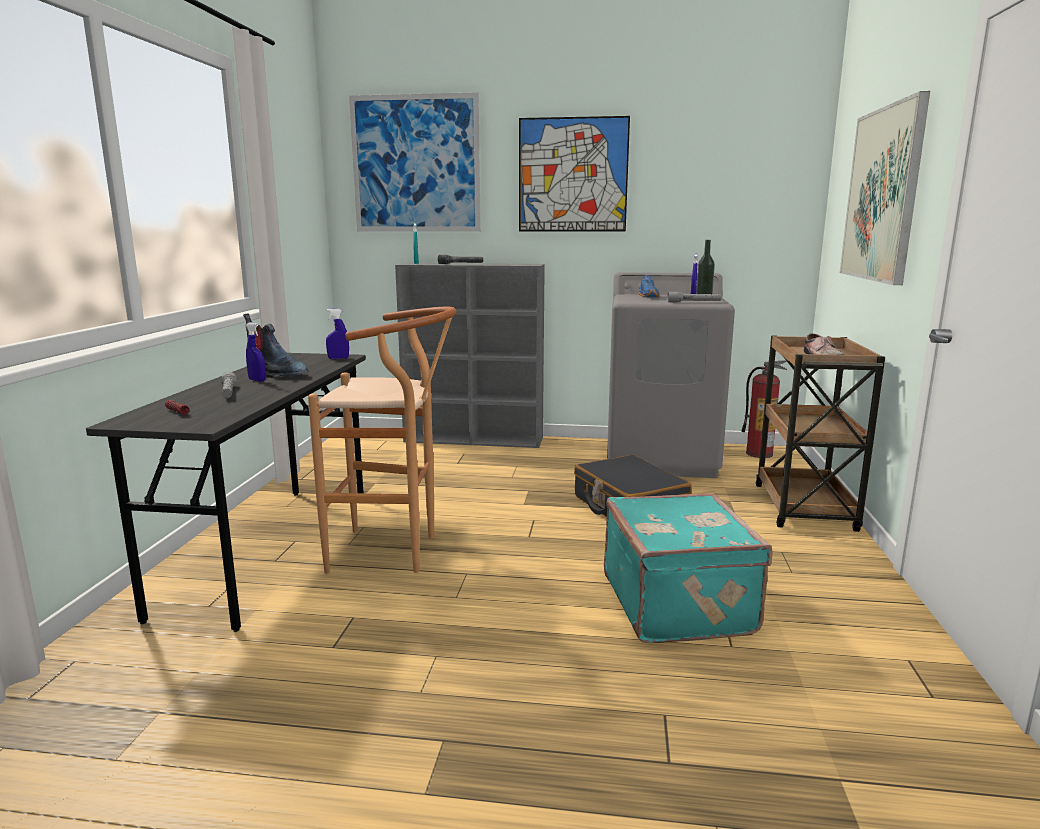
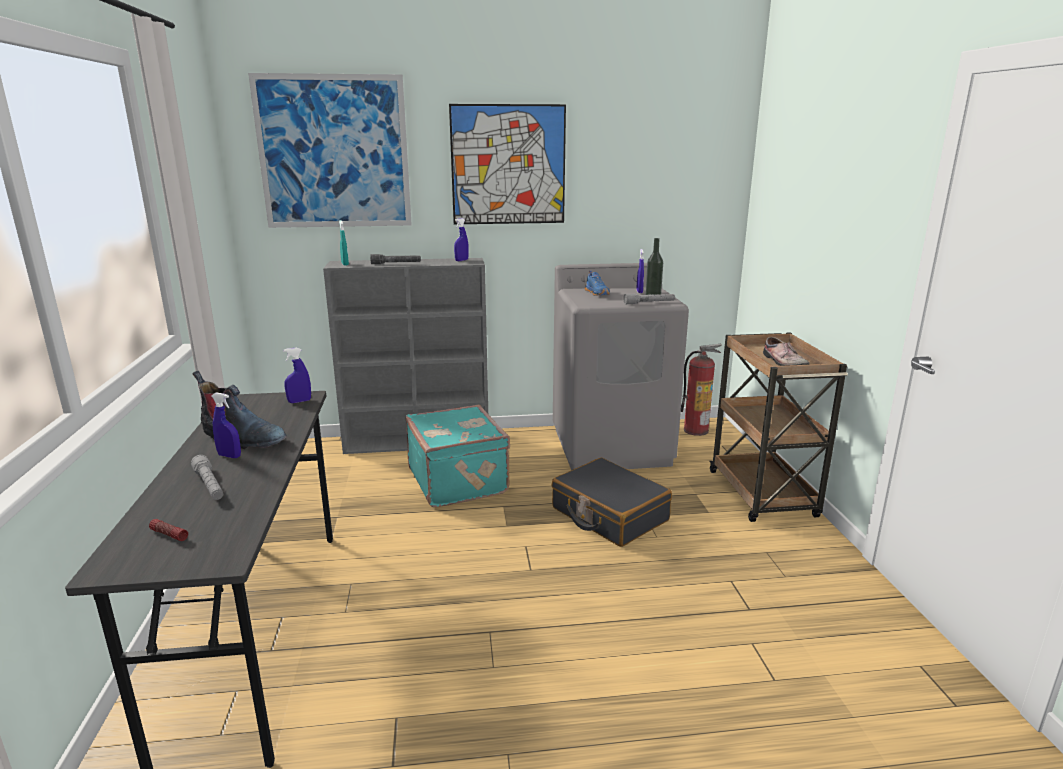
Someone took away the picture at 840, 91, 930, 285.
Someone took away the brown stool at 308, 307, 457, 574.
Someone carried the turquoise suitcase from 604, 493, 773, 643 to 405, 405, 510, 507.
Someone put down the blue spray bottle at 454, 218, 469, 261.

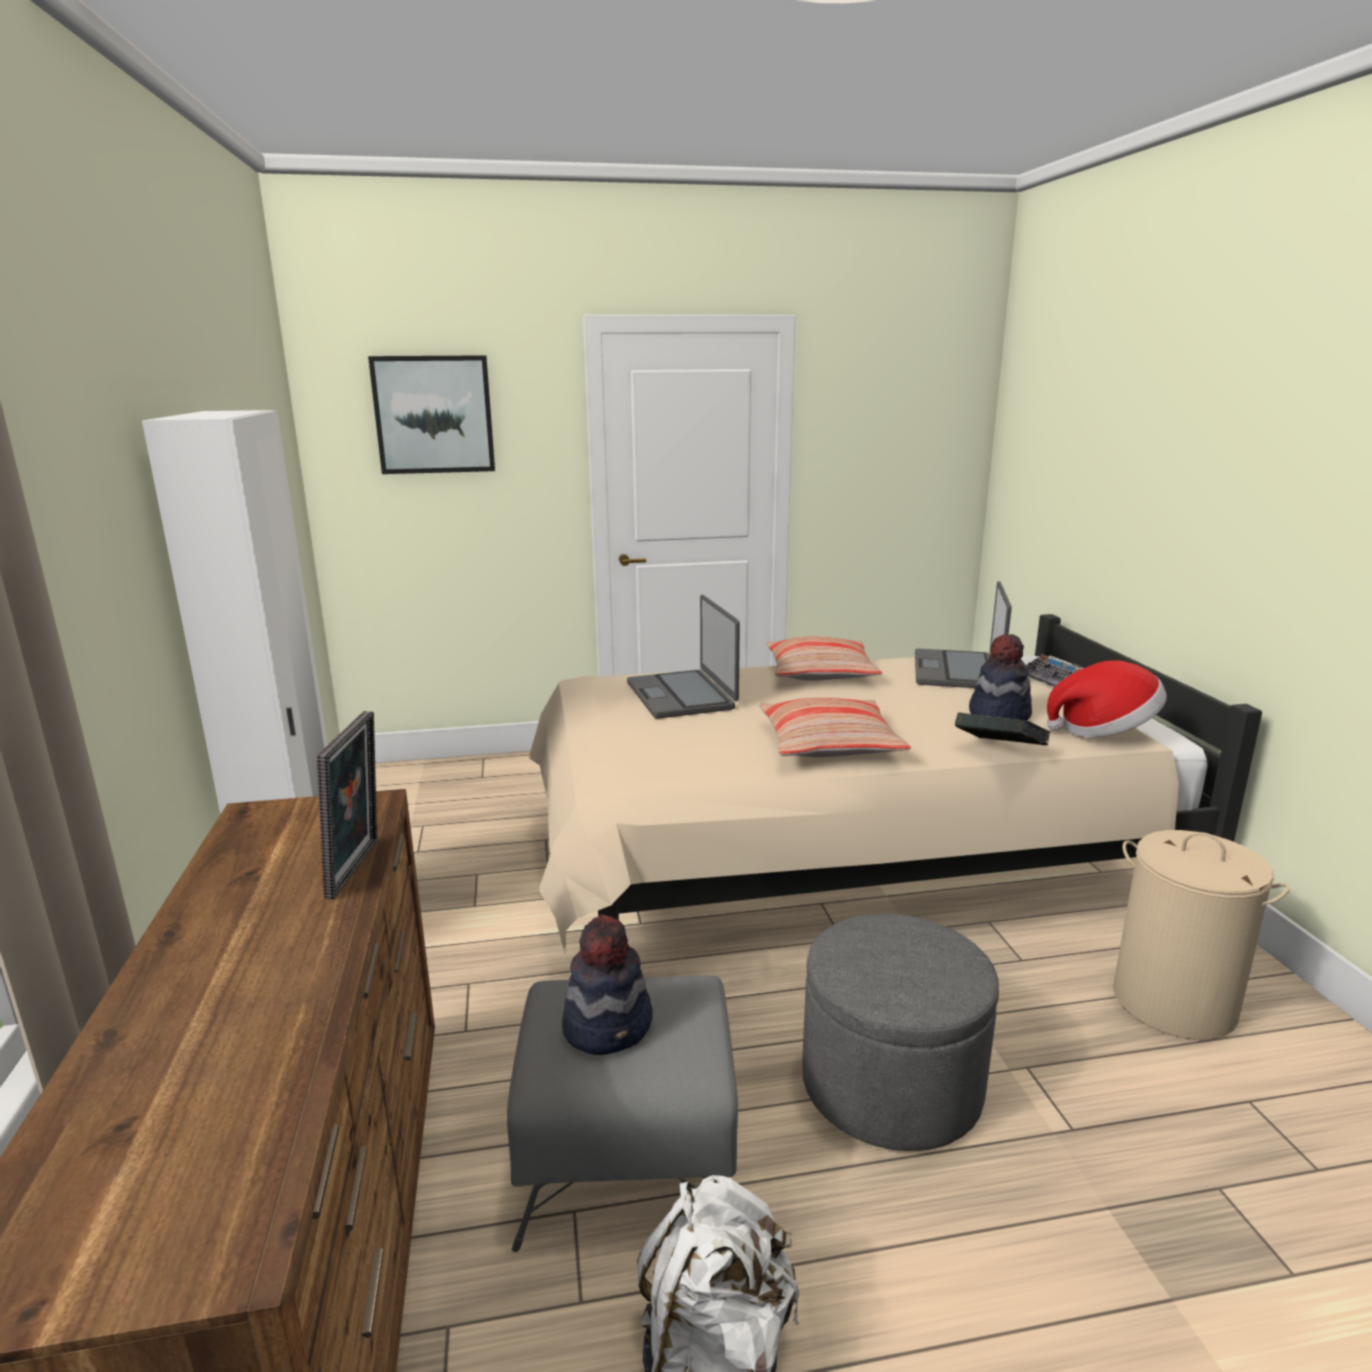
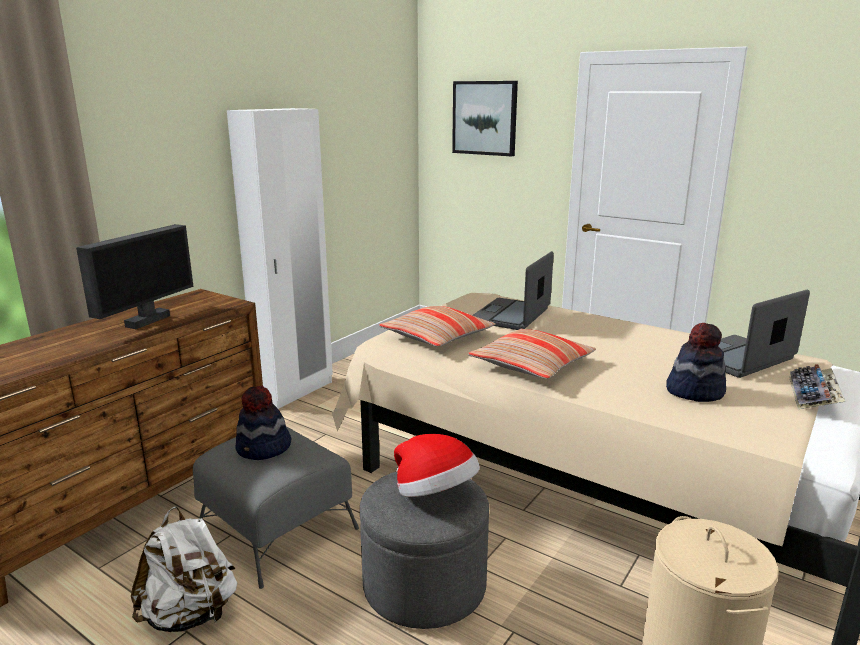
Someone carried the pillow from 766, 637, 882, 681 to 379, 306, 496, 347.
Someone carried the hat from 1047, 660, 1167, 737 to 394, 434, 480, 497.
Someone took away the picture frame at 317, 711, 377, 899.
Someone took away the book at 955, 712, 1050, 745.
Someone put down the monitor at 76, 224, 194, 329.

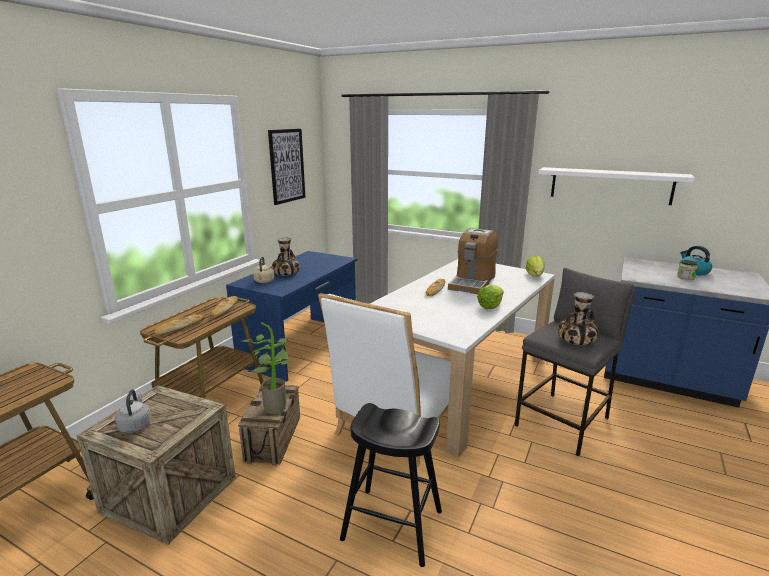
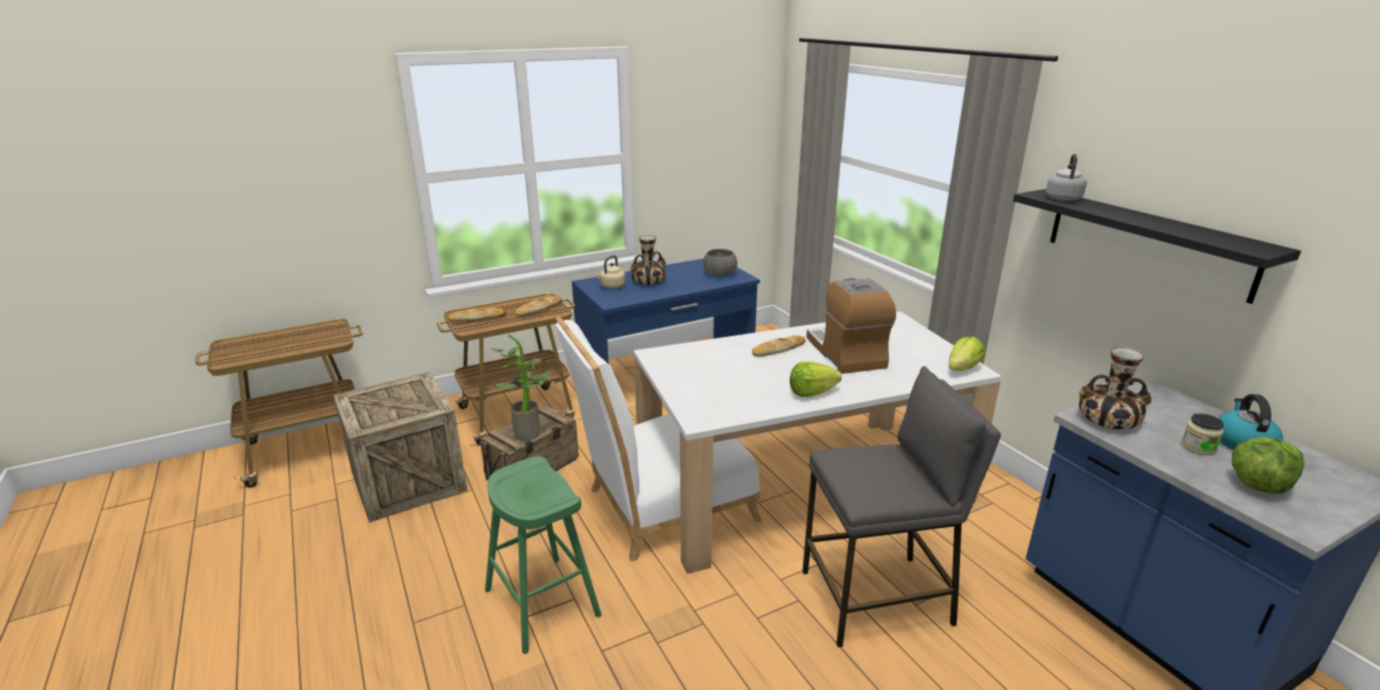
Someone took away the picture at 268, 129, 305, 205.
Someone repainted the white shelf at 538, 167, 695, 205, which became the black shelf at 1013, 189, 1301, 304.
Someone rotated the coffee machine at 448, 228, 498, 294 by 105 degrees clockwise.
Someone carried the vase from 558, 292, 598, 345 to 1079, 347, 1152, 430.
Someone carried the grey kettle from 115, 390, 152, 433 to 1046, 154, 1087, 201.
Someone repainted the black stool at 340, 403, 442, 567, which became the green stool at 485, 456, 602, 654.
Someone put down the grey bowl at 703, 249, 737, 276.
Someone put down the lettuce at 1232, 437, 1305, 494.

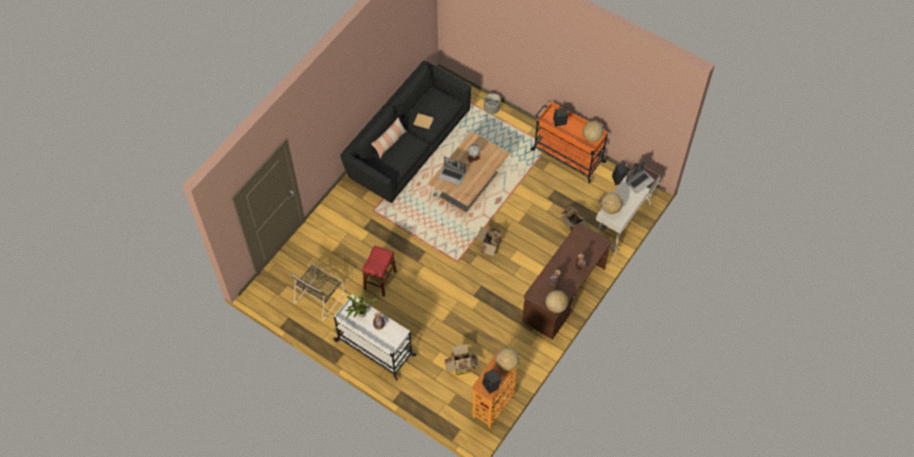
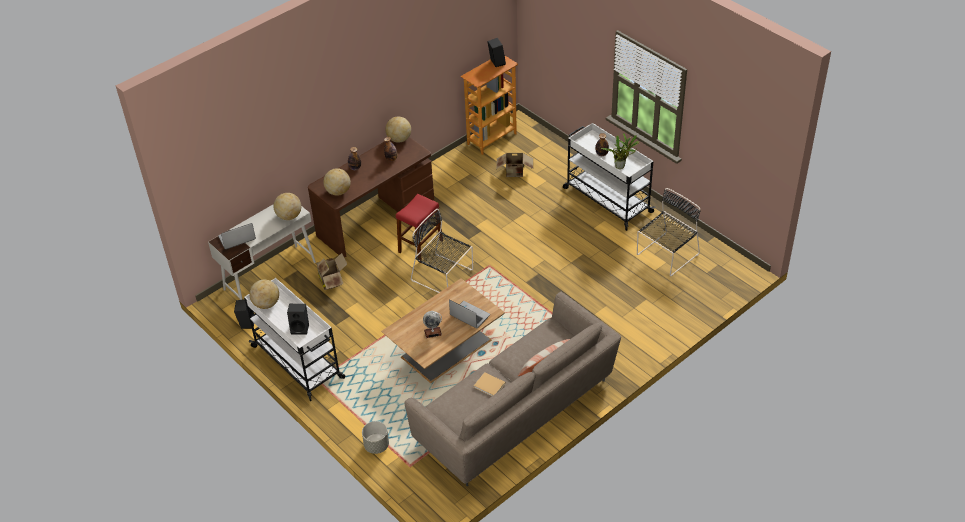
Someone repainted the black sofa at 340, 61, 472, 203, which became the beige sofa at 404, 292, 621, 486.
Someone repainted the orange cart at 530, 102, 608, 183, which became the white cart at 244, 278, 345, 401.
Someone swapped the cardboard box at 477, 226, 503, 256 for the black chair at 411, 209, 473, 293.
Someone carried the red stool from 362, 245, 397, 297 to 396, 194, 443, 263.
Someone carried the globe from 496, 347, 520, 371 to 323, 168, 351, 196.

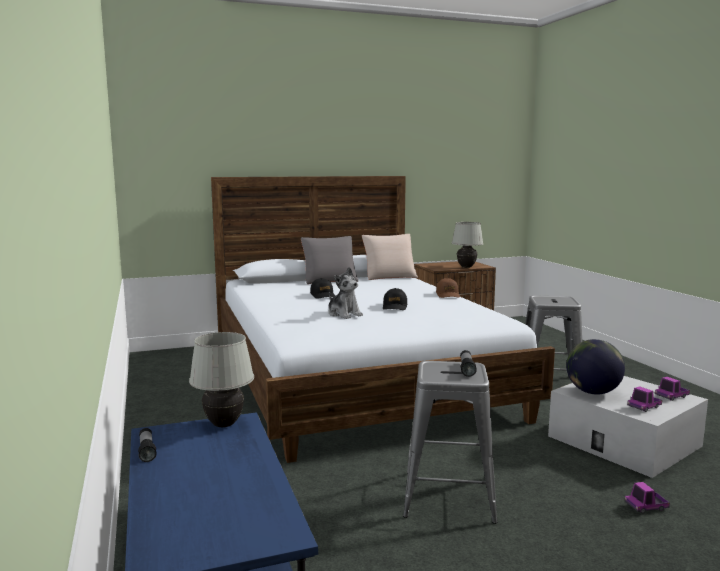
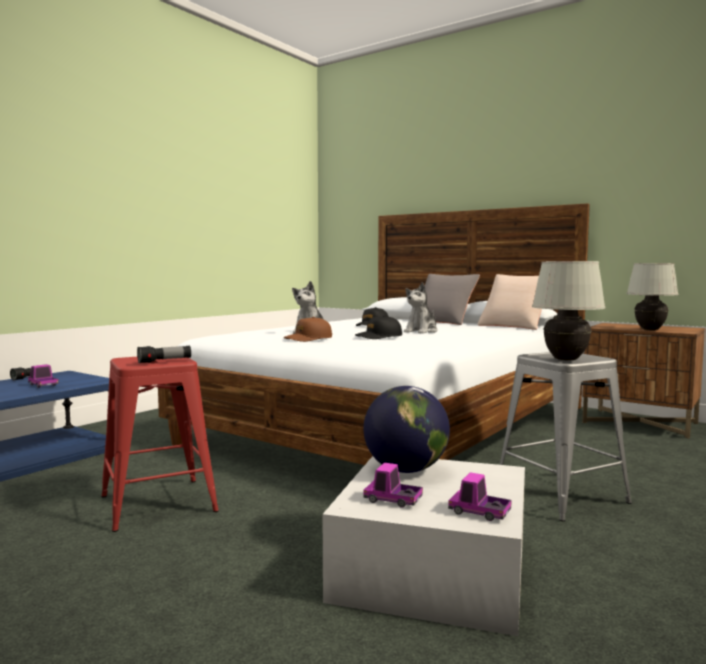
Someone carried the brown cap from 436, 278, 460, 298 to 284, 317, 332, 342.
Someone carried the white table lamp from 189, 332, 254, 427 to 532, 261, 606, 360.
Someone repainted the grey stool at 403, 361, 497, 524, which became the red stool at 101, 357, 219, 532.
Someone carried the toy truck from 625, 482, 670, 513 to 28, 364, 59, 388.
Someone put down the plush toy at 404, 282, 437, 333.

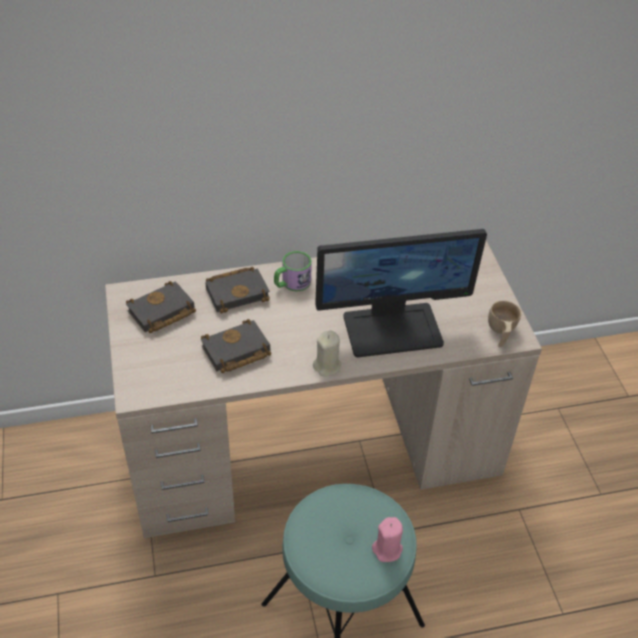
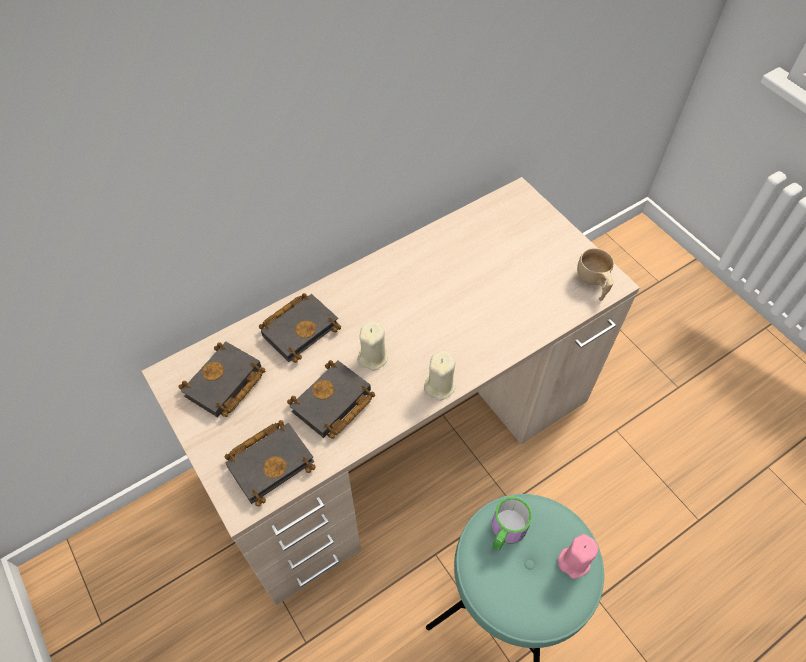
Someone took away the monitor at 315, 229, 487, 357.
Someone carried the mug from 274, 251, 312, 291 to 492, 497, 532, 551.
Someone put down the beige candle at 357, 321, 388, 371.
Someone put down the black book at 225, 420, 316, 507.

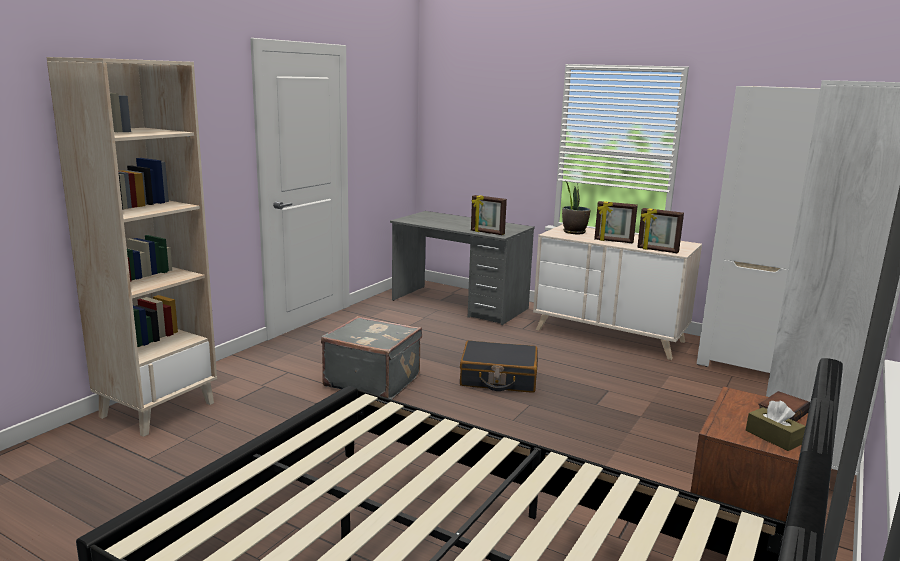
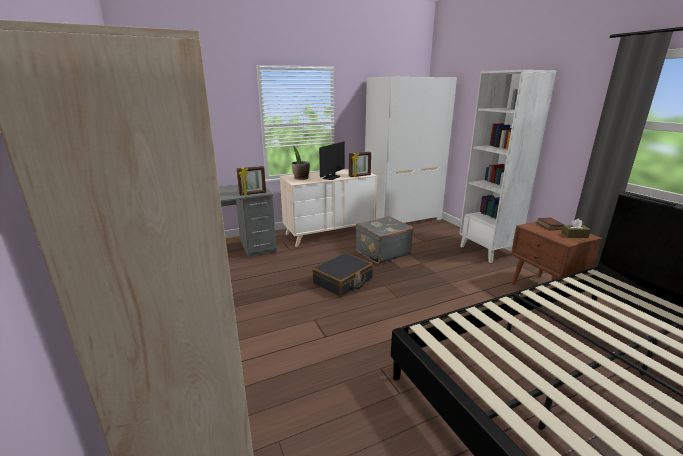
Someone swapped the picture frame at 594, 201, 638, 244 for the monitor at 319, 142, 345, 180.
Someone carried the grey suitcase from 321, 316, 422, 399 to 356, 216, 414, 264.

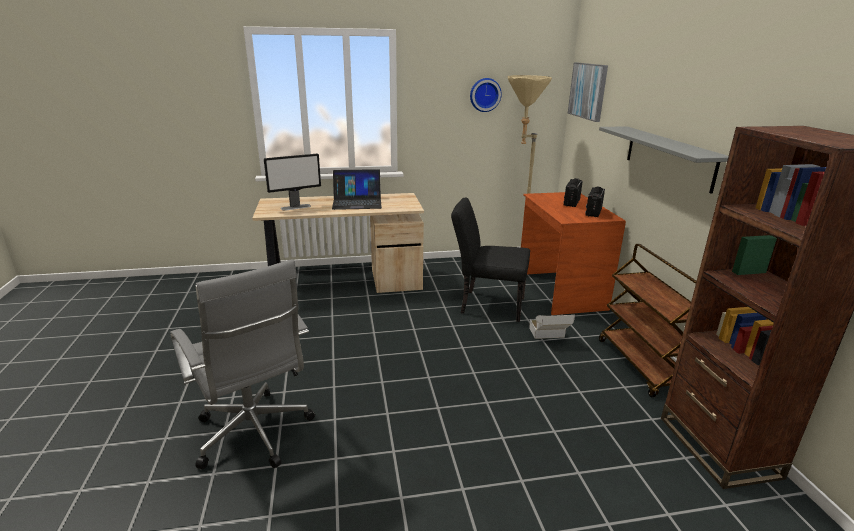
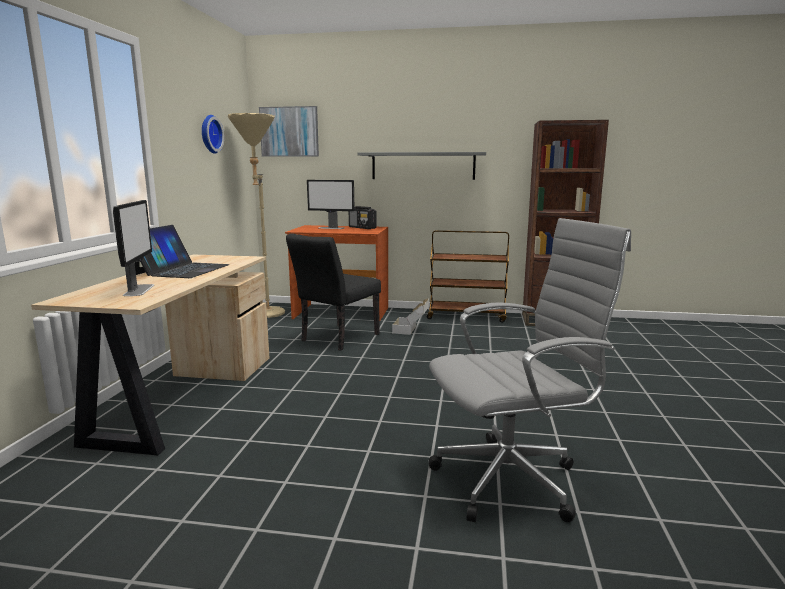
Someone swapped the radio at 563, 178, 583, 207 for the monitor at 307, 180, 355, 229.

